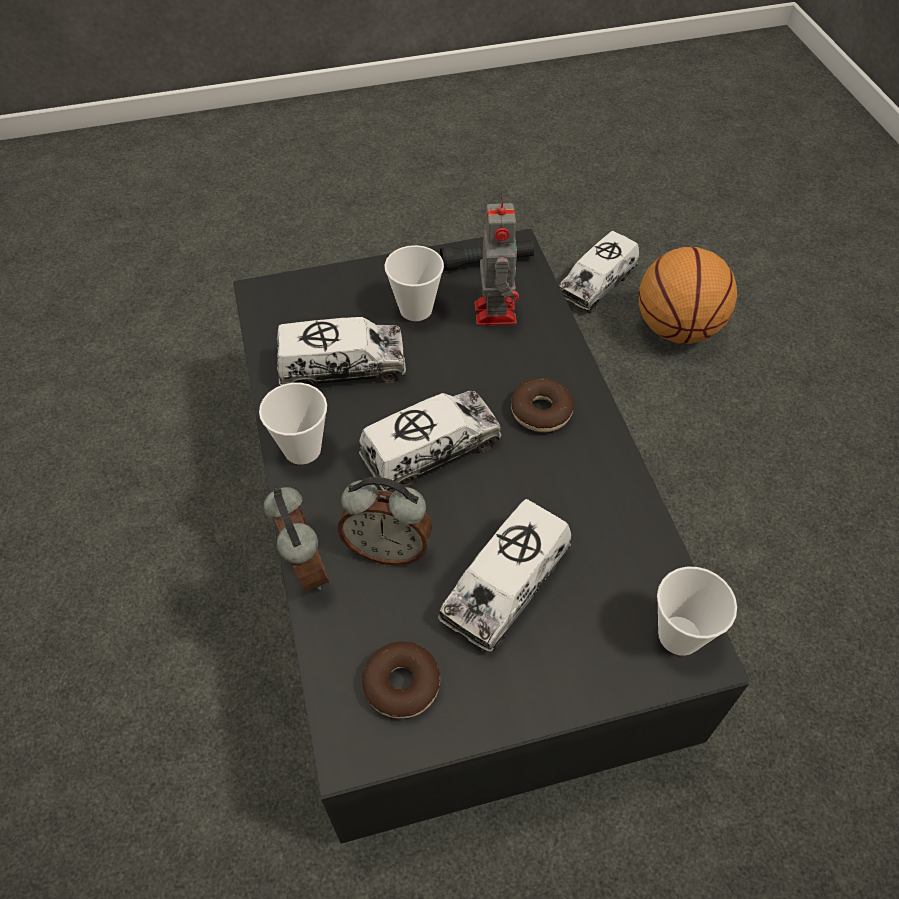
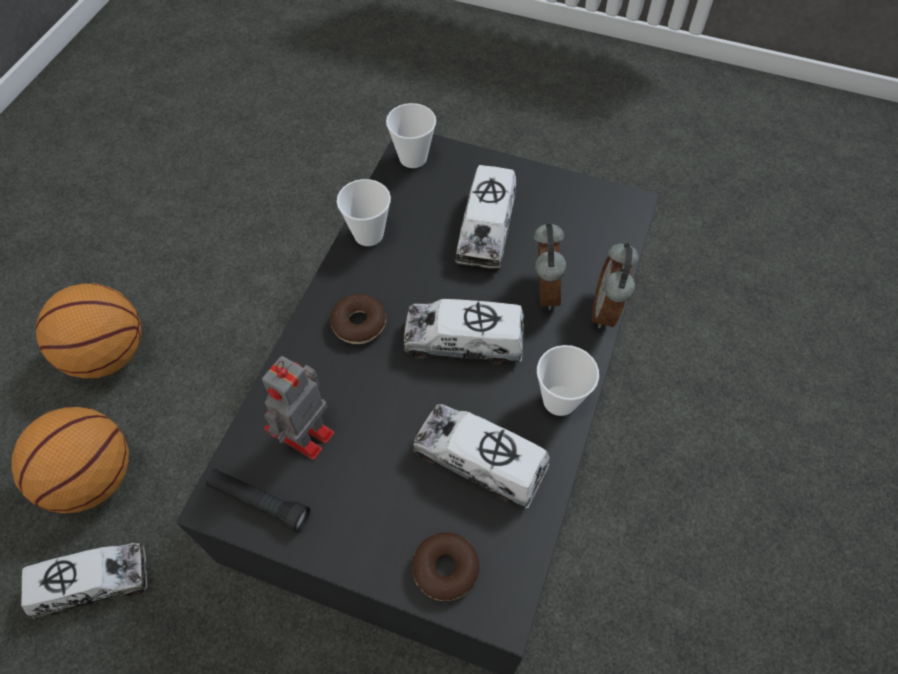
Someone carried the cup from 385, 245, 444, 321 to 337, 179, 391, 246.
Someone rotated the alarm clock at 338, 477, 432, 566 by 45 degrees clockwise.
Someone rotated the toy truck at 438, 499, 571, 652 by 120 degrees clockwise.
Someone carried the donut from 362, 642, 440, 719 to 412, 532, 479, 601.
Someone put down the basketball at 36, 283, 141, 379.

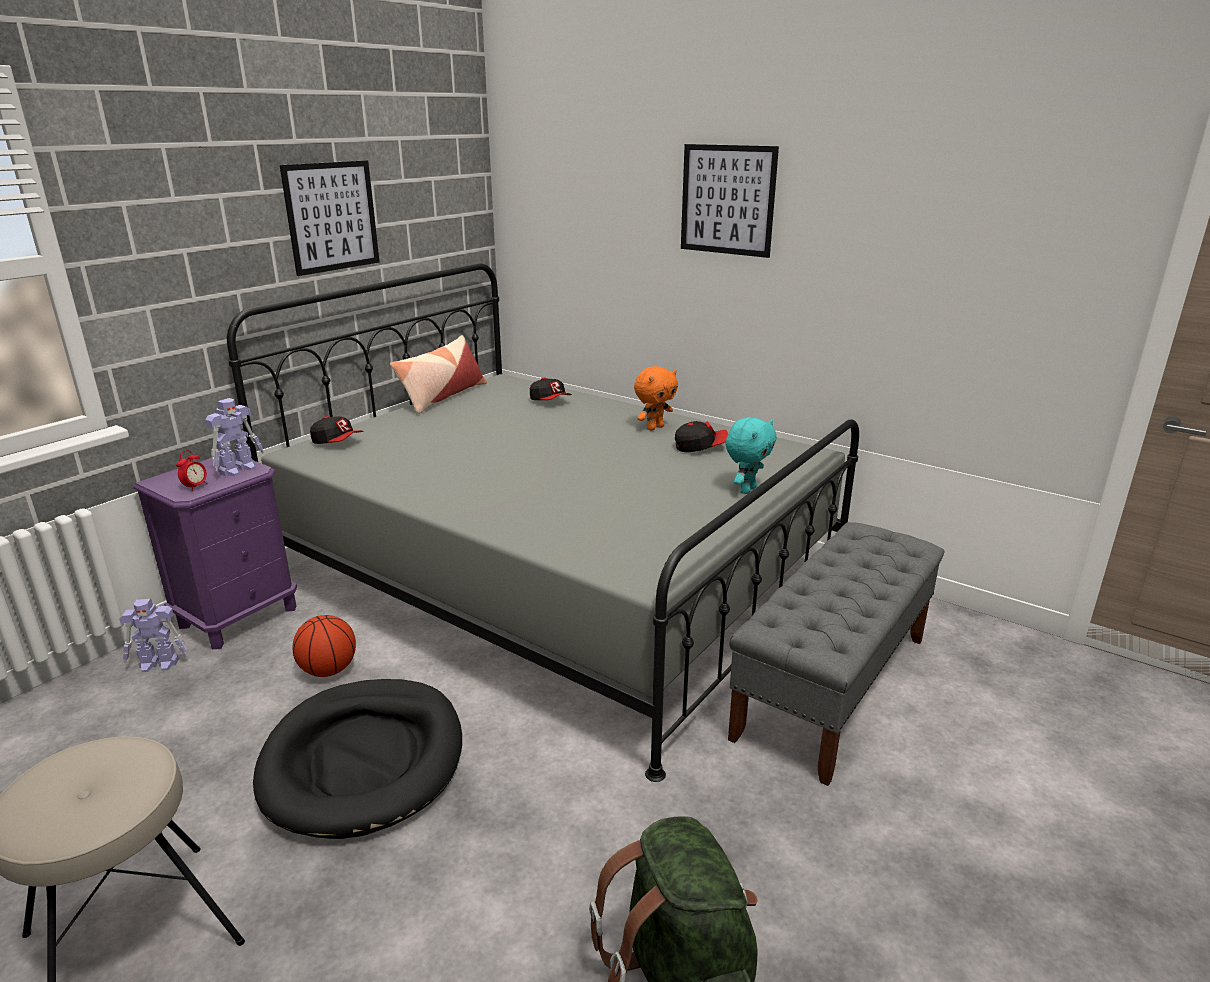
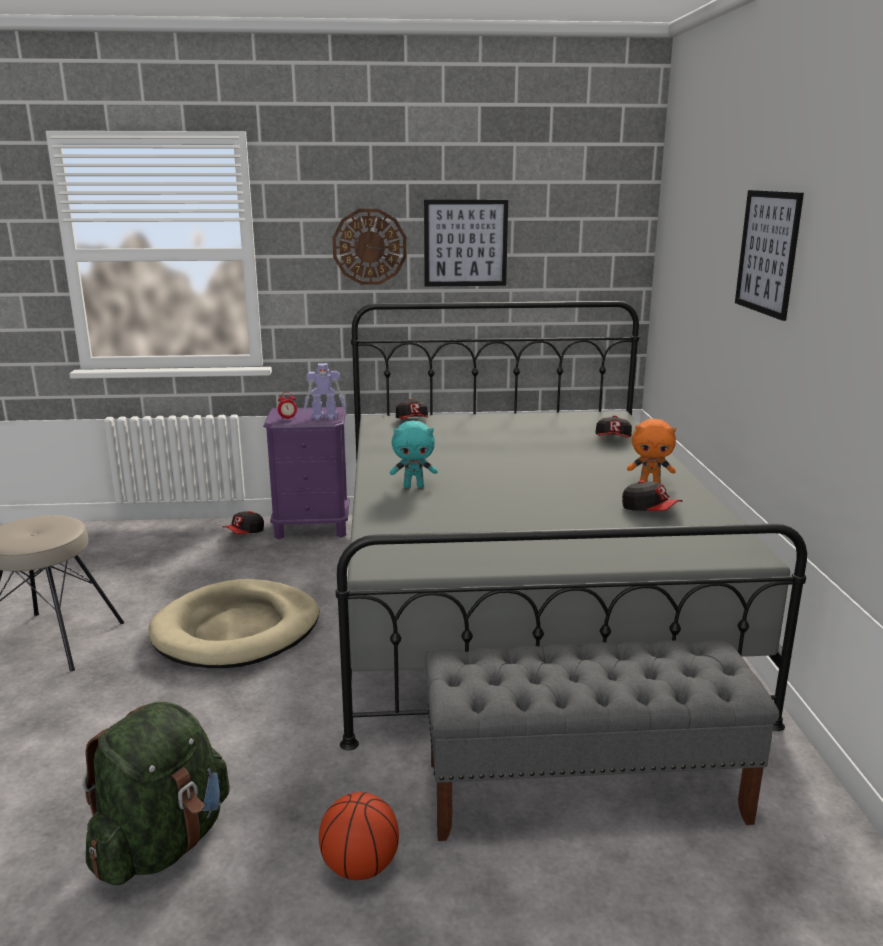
Someone took away the pillow at 390, 335, 487, 414.
Someone carried the turquoise plush toy from 726, 417, 777, 494 to 390, 420, 438, 488.
Someone swapped the toy robot at 119, 599, 187, 672 for the cap at 223, 511, 264, 534.
Someone carried the basketball from 292, 615, 356, 677 to 319, 792, 399, 880.
Someone repainted the black dog bed at 253, 679, 462, 839, which became the beige dog bed at 148, 579, 320, 668.
Someone put up the wall clock at 332, 209, 407, 285.

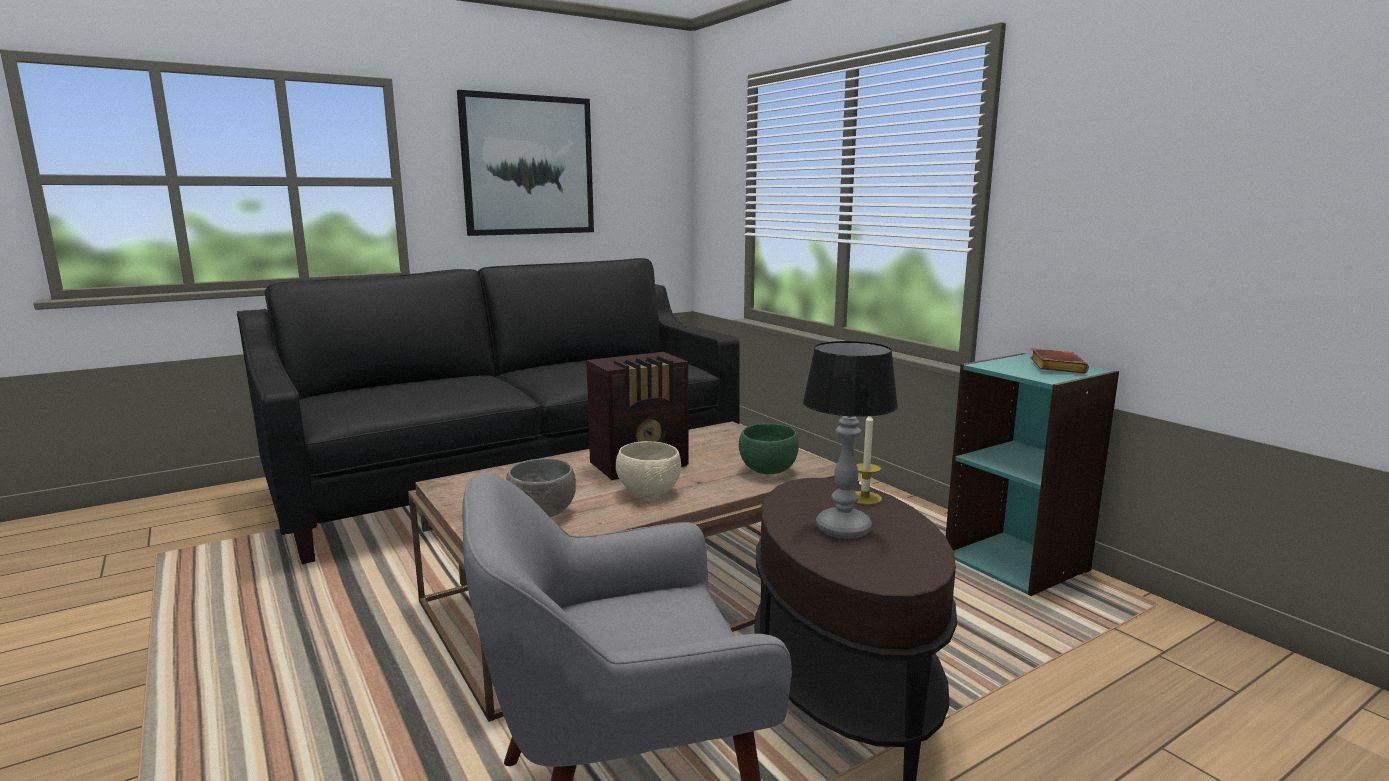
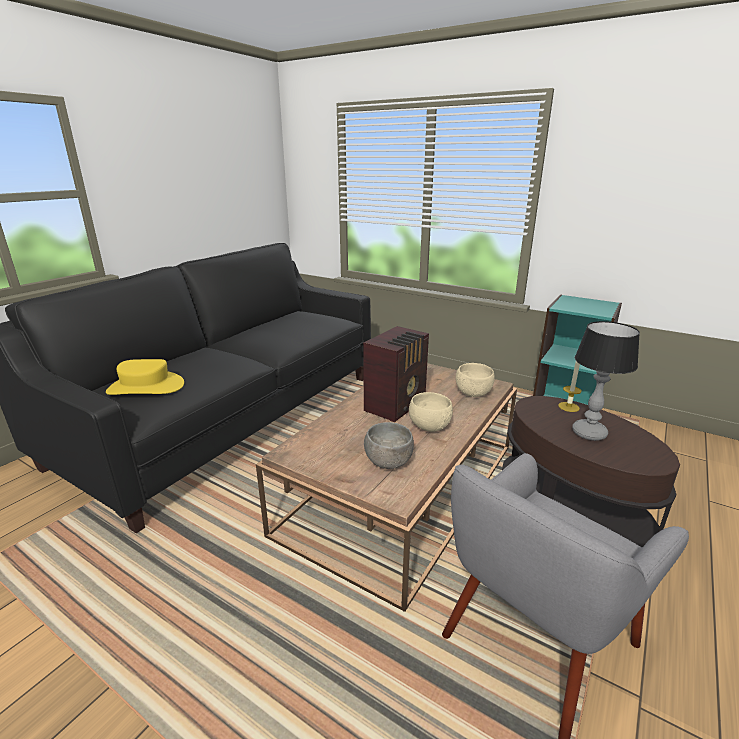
Someone took away the picture at 457, 90, 594, 236.
Someone took away the brown book at 1030, 348, 1089, 374.
Someone repainted the green bowl at 739, 423, 799, 474, which became the beige bowl at 456, 363, 495, 397.
Someone put down the yellow hat at 106, 359, 184, 395.

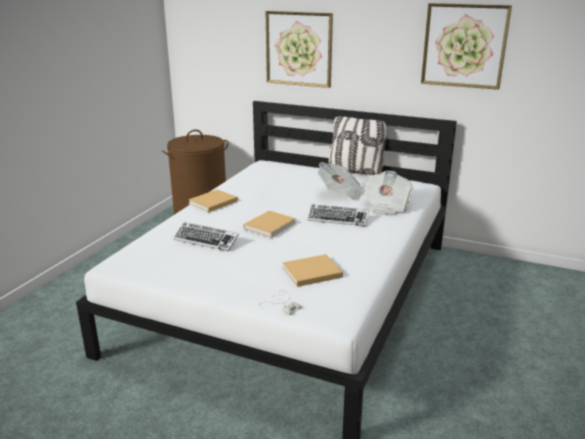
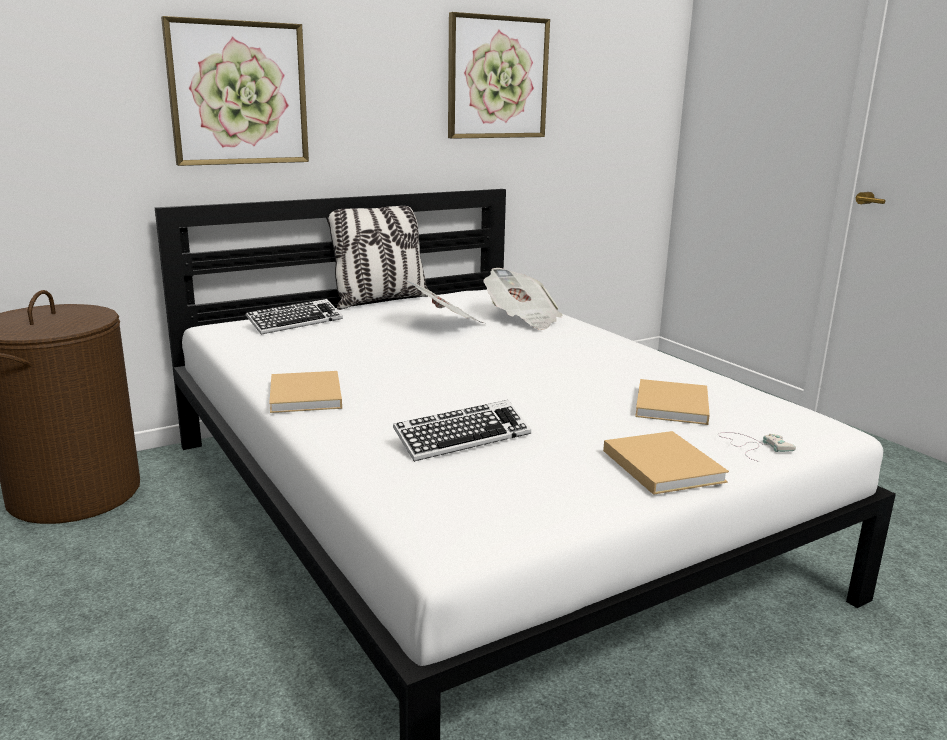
Someone carried the keyboard from 307, 204, 369, 226 to 246, 299, 343, 335.
Someone carried the beige book from 244, 211, 296, 238 to 603, 431, 729, 495.

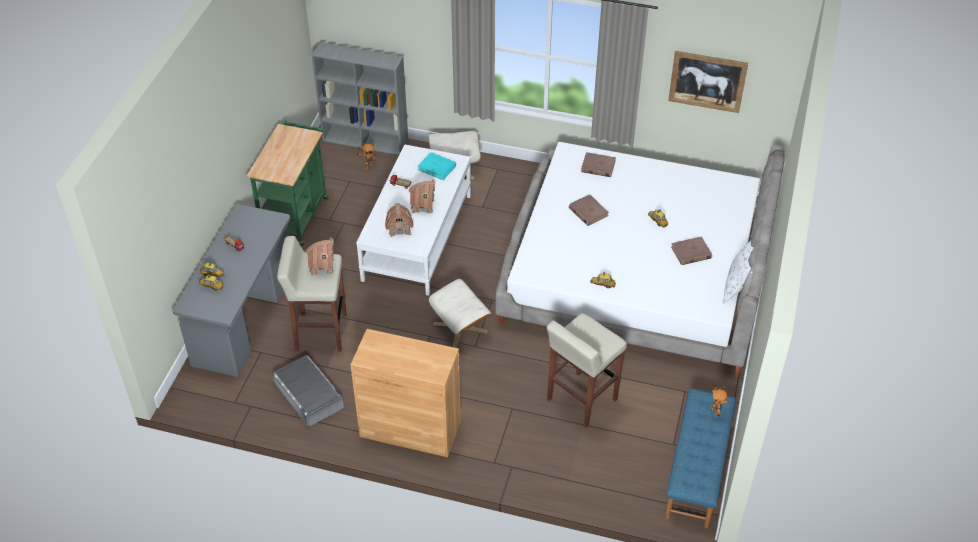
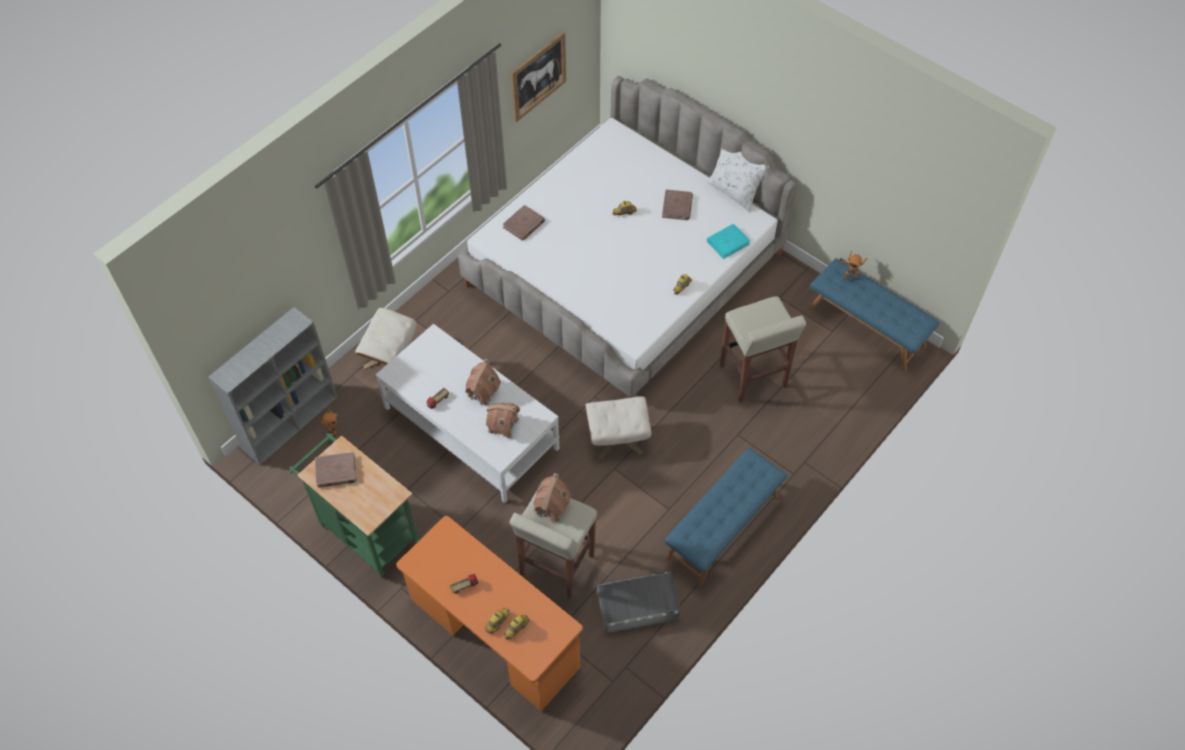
Someone carried the turquoise book from 418, 152, 456, 180 to 707, 224, 750, 259.
Someone carried the brown book from 569, 194, 609, 226 to 315, 452, 357, 488.
Someone repainted the grey desk at 173, 204, 290, 377, which became the orange desk at 396, 516, 583, 711.
Someone swapped the brown cabinet at 350, 329, 461, 457 for the blue bench at 665, 448, 787, 586.

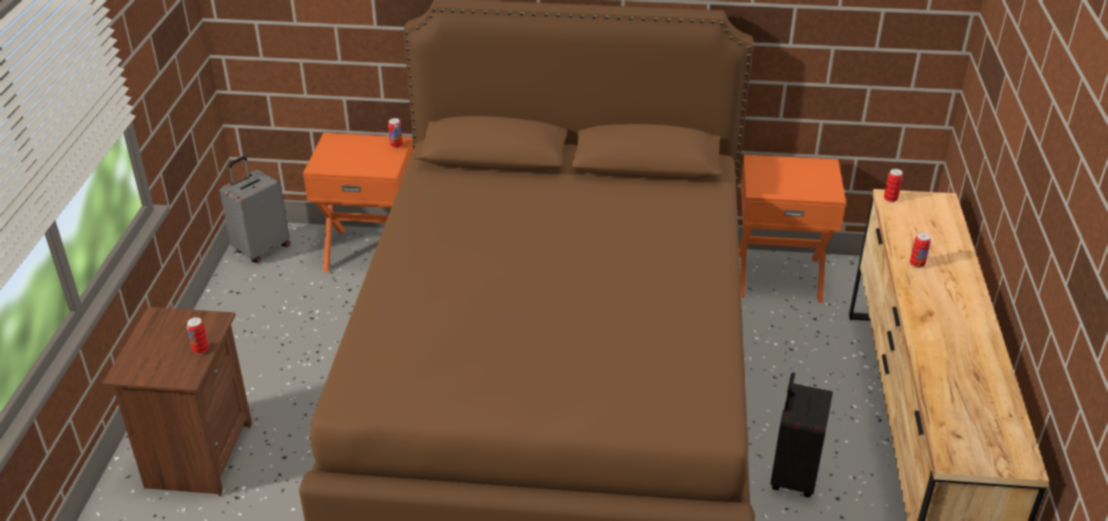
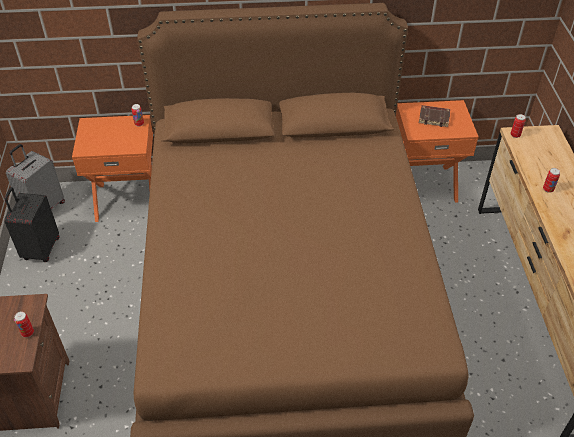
Someone carried the black suitcase from 770, 373, 833, 498 to 4, 187, 59, 262.
Someone put down the brown book at 419, 105, 450, 127.

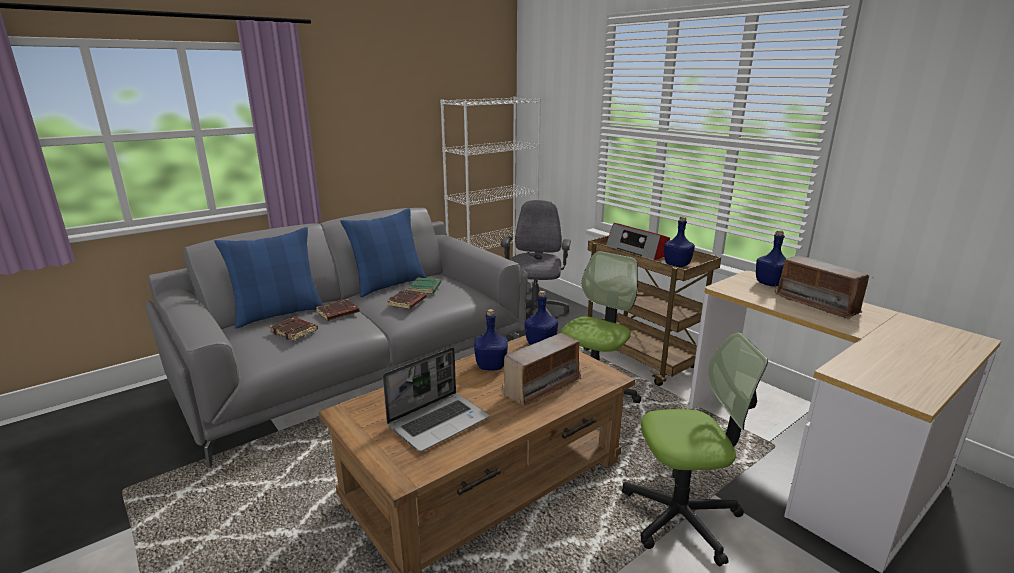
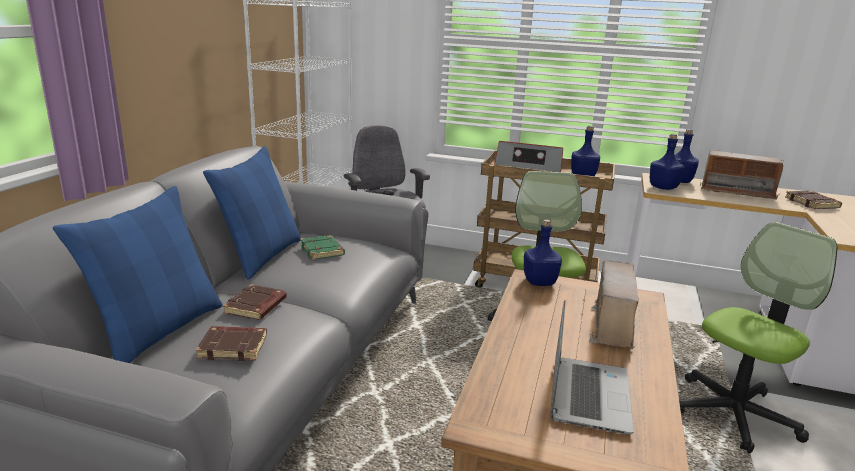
Someone carried the brown book from 387, 290, 427, 309 to 785, 191, 842, 209.
Someone carried the blue bottle from 474, 309, 508, 370 to 650, 134, 685, 190.

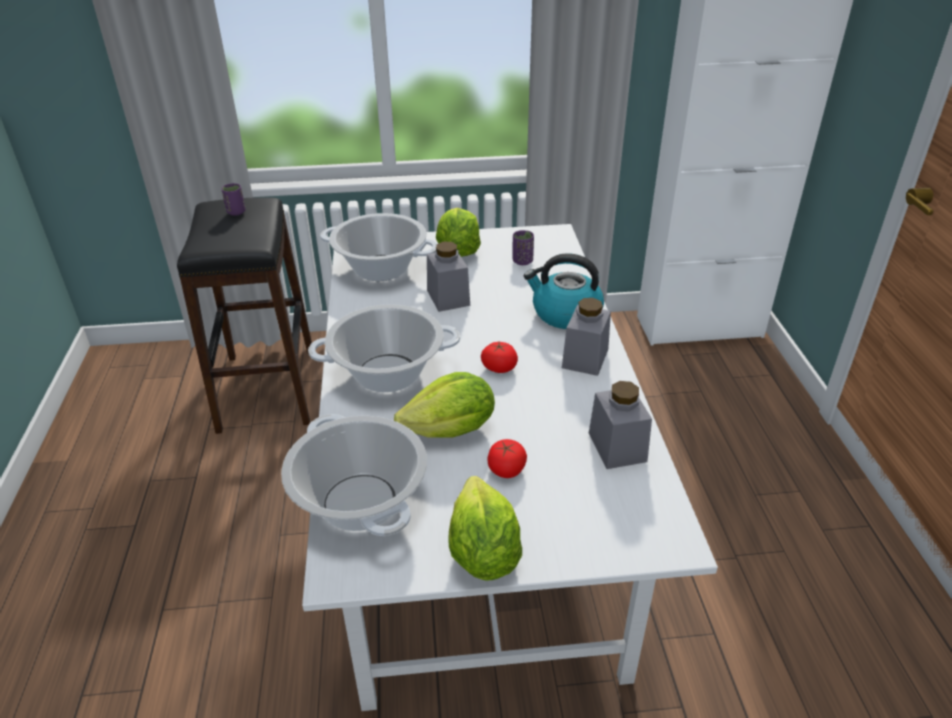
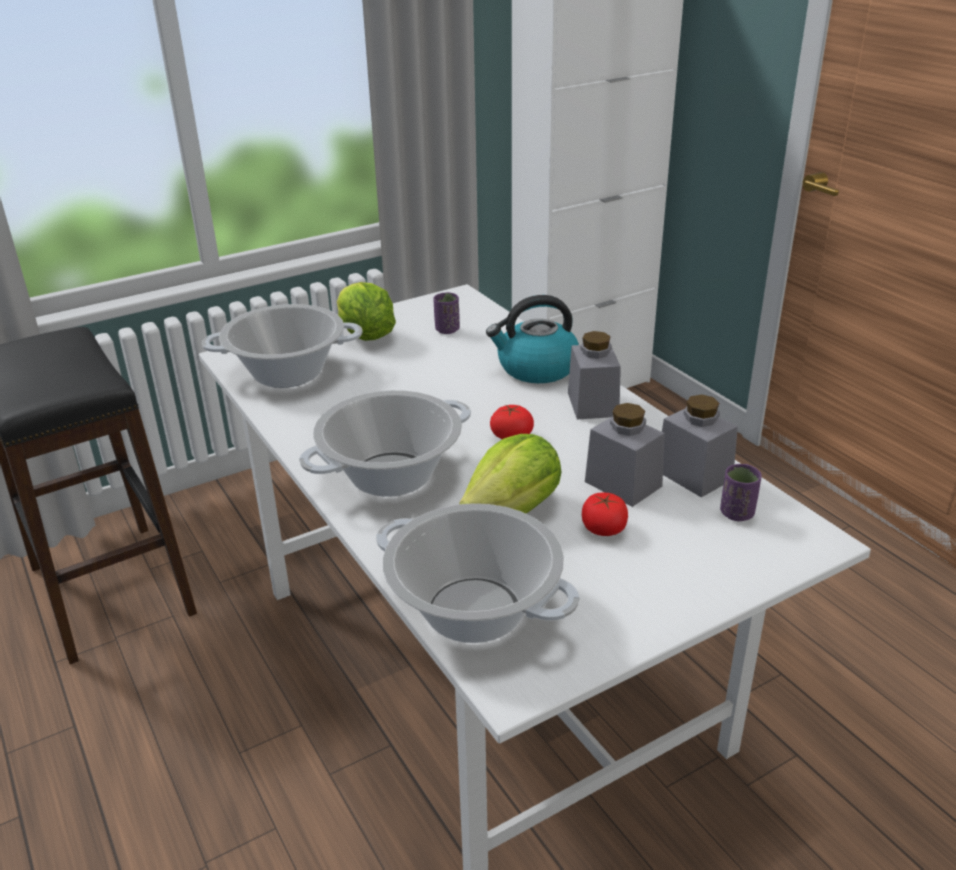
Someone carried the purple cup from 221, 183, 246, 216 to 720, 464, 762, 521.
Someone carried the grey jar from 427, 242, 470, 312 to 585, 403, 665, 507.
Someone took away the lettuce at 448, 476, 522, 581.

